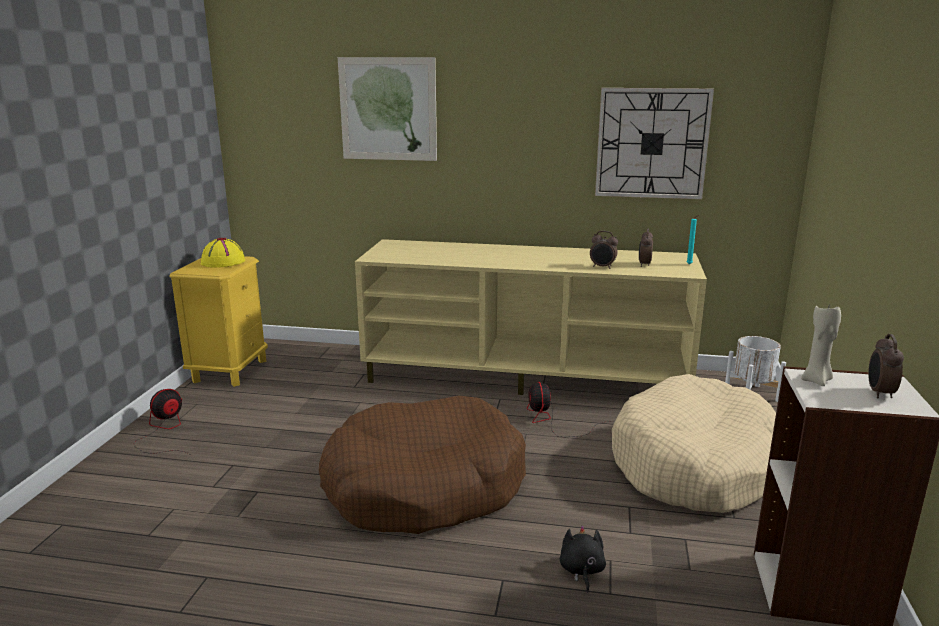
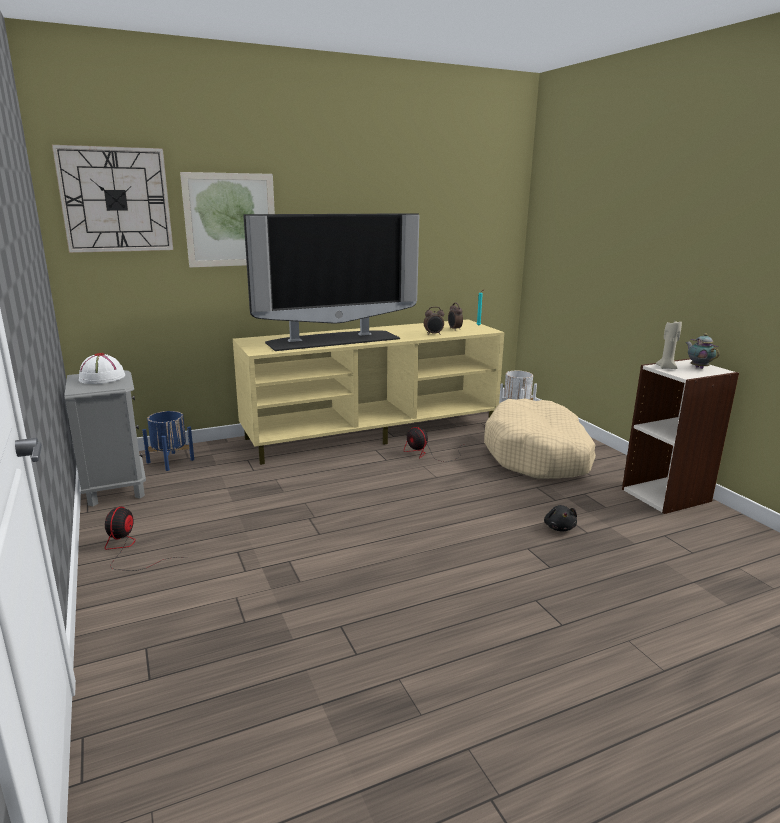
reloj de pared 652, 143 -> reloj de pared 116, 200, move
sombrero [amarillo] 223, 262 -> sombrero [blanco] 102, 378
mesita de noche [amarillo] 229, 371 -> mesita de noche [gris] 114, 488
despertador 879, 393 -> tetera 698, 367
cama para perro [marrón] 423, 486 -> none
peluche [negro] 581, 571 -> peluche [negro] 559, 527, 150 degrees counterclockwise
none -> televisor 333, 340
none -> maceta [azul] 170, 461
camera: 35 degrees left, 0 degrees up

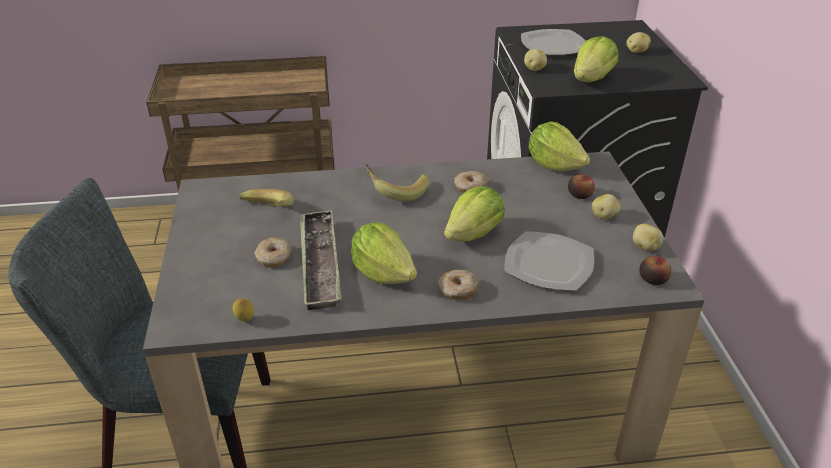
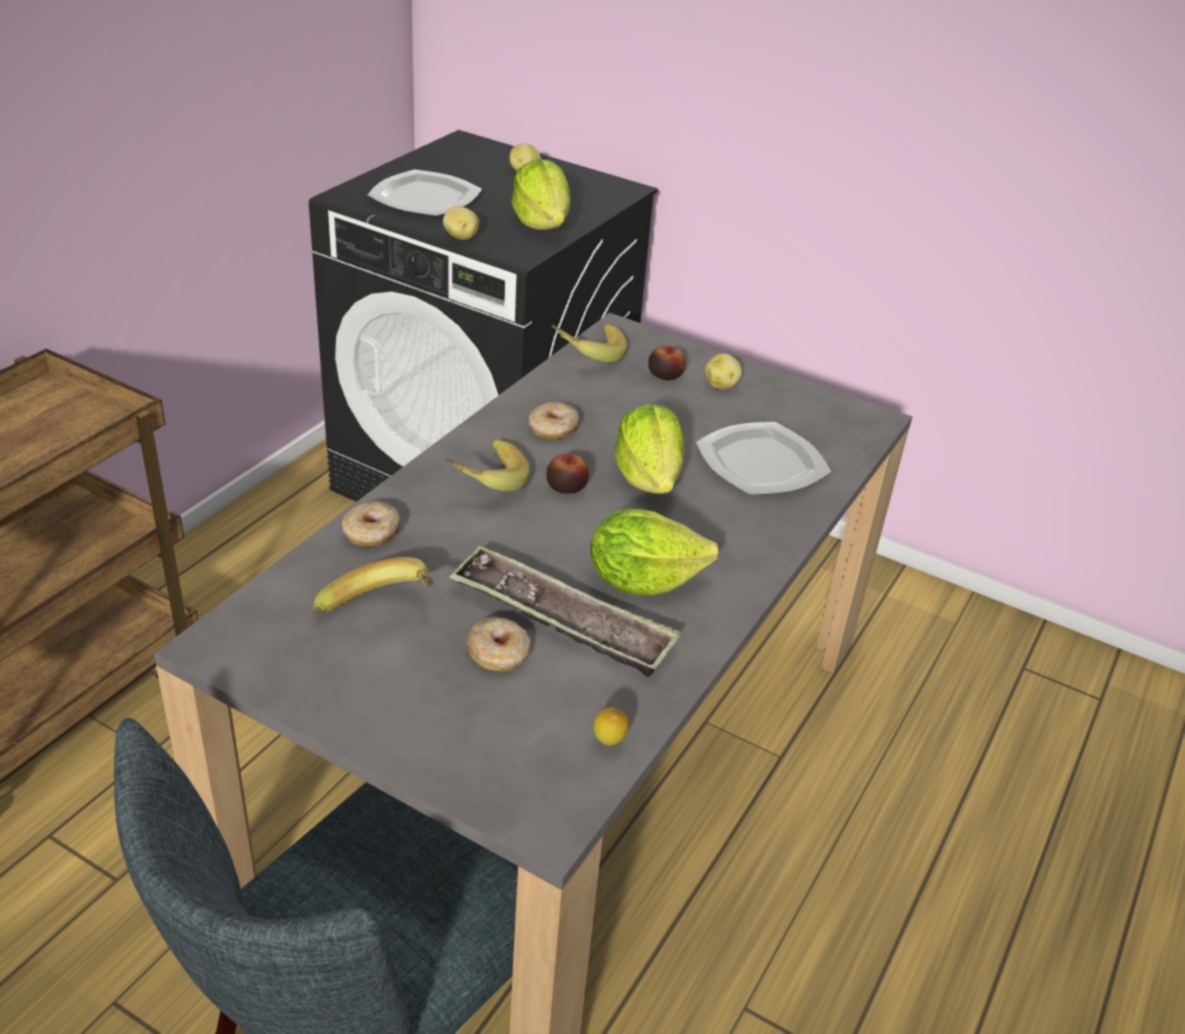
lechuga 554, 164 -> plátano 587, 355
patata 645, 247 -> none
manzana 653, 279 -> manzana 566, 487, move
rosquilla 457, 290 -> rosquilla 372, 533, move
camera: 55 degrees left, 0 degrees up

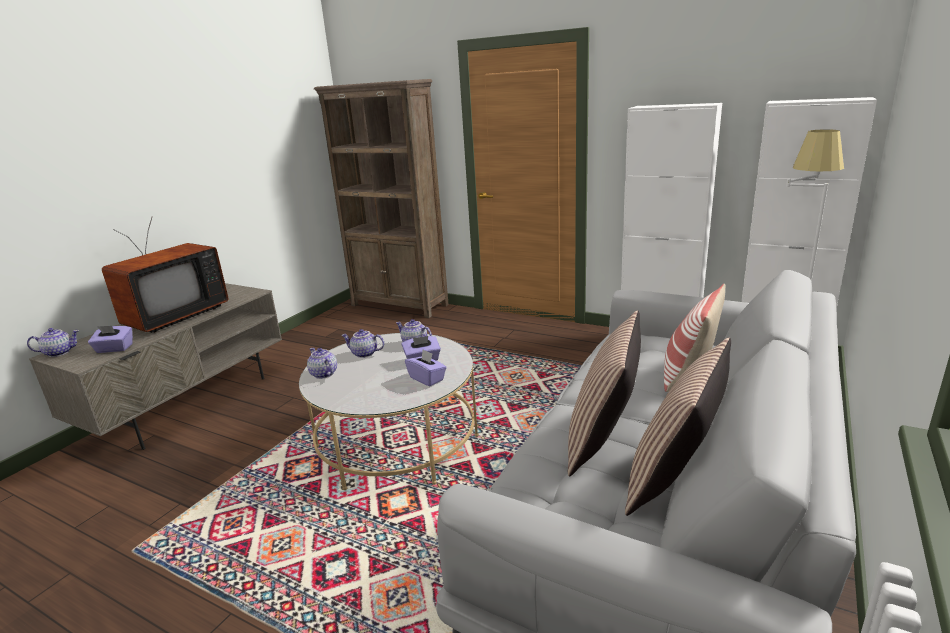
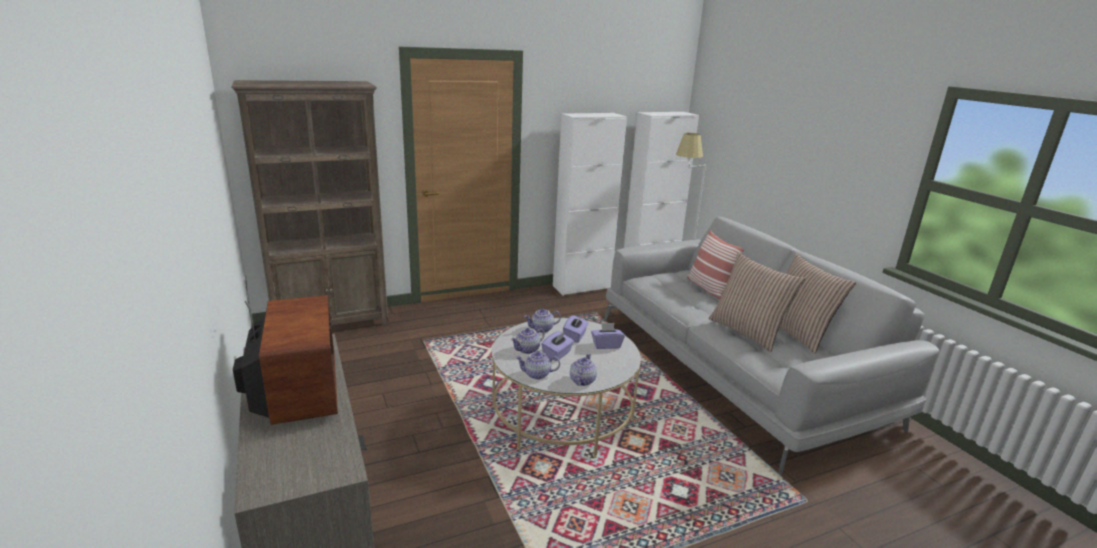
caja de pañuelos [morado] 114, 349 -> caja de pañuelos [morado] 557, 354, move
tetera 59, 352 -> tetera 582, 380, move
camera: 55 degrees left, 0 degrees up

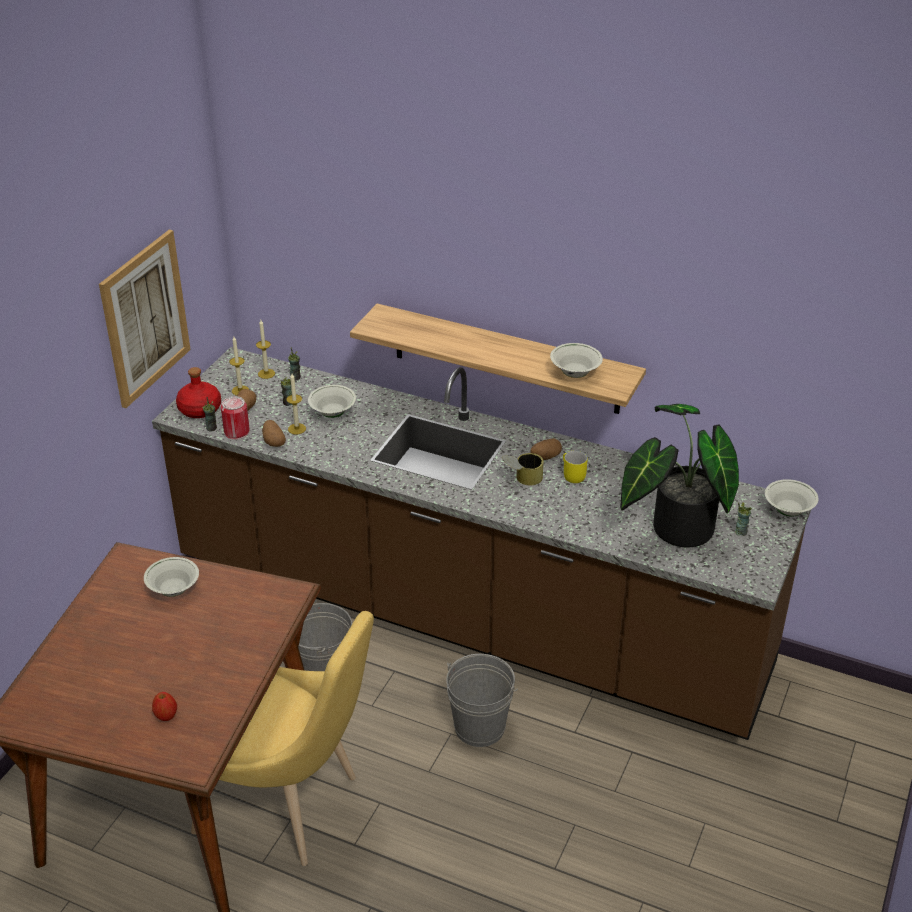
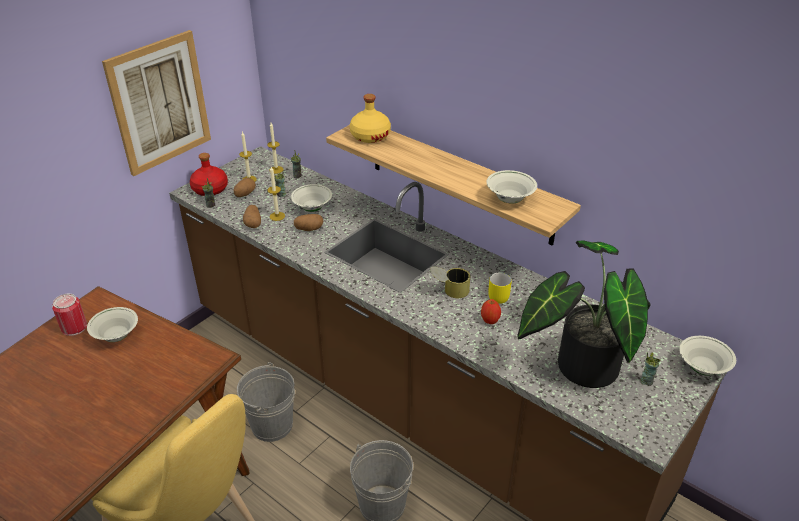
lata 237, 432 -> lata 74, 327, move
patata 545, 457 -> patata 309, 229, move
manzana 166, 715 -> manzana 489, 320, move
none -> botella [amarillo] 370, 136
camera: 15 degrees right, 0 degrees up

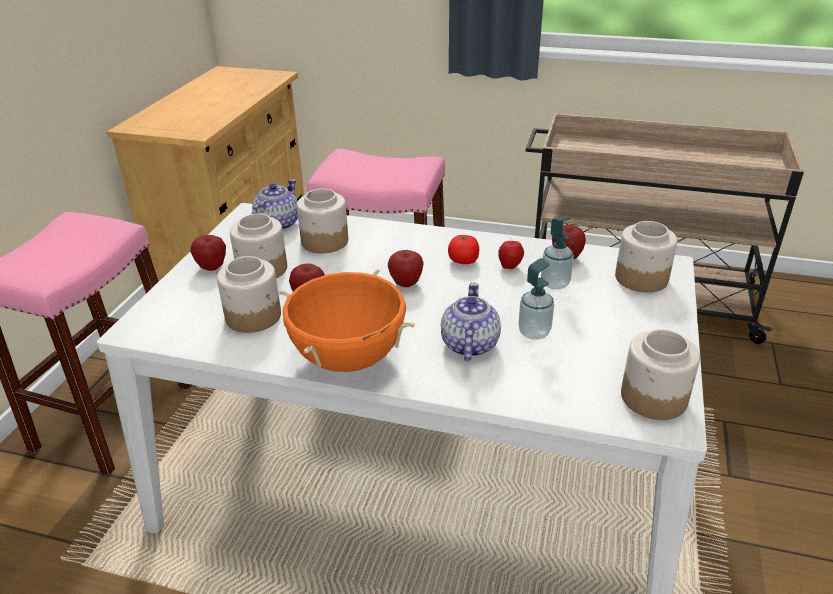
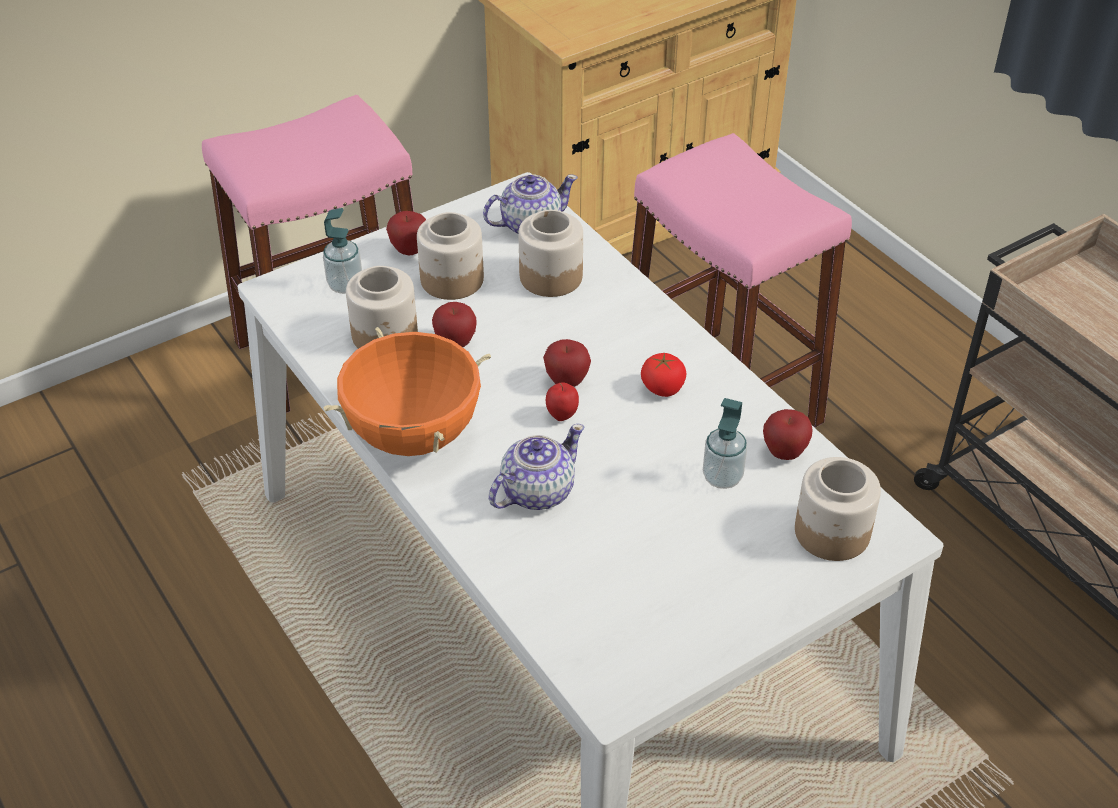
manzana 510, 267 -> manzana 562, 416, move
dispensador de jabón 534, 332 -> dispensador de jabón 345, 285, move
tarro 654, 397 -> none
camera: 40 degrees right, 10 degrees up

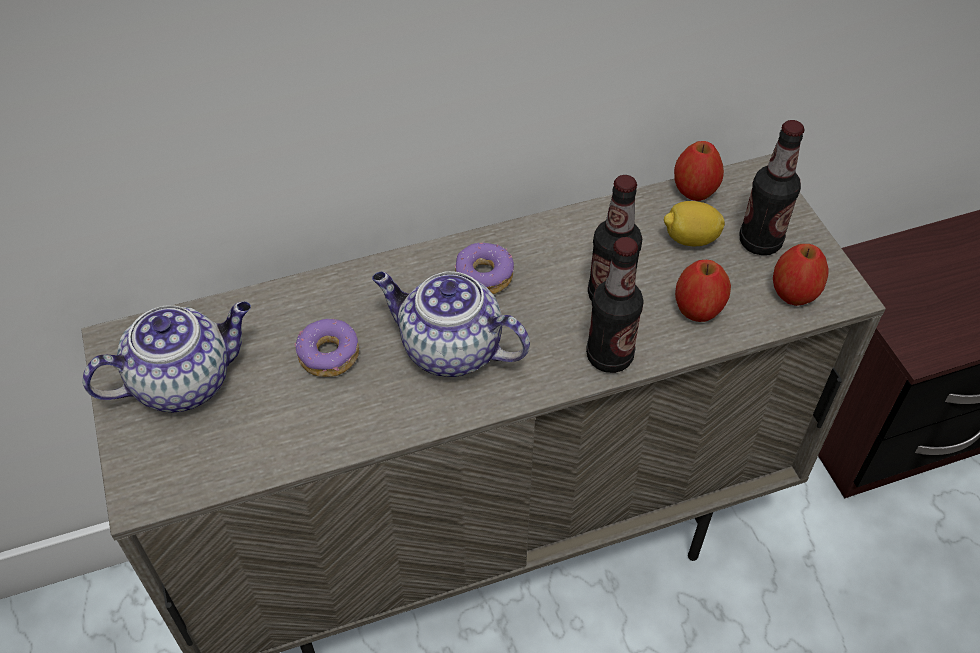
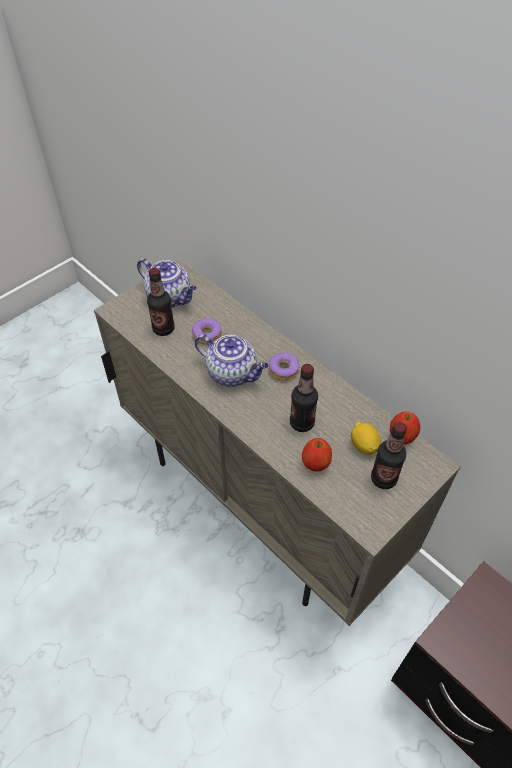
botella 609, 356 -> botella 163, 329, move
manzana 794, 293 -> none
tetera 449, 349 -> tetera 233, 373, 120 degrees clockwise
camera: 65 degrees right, 0 degrees up

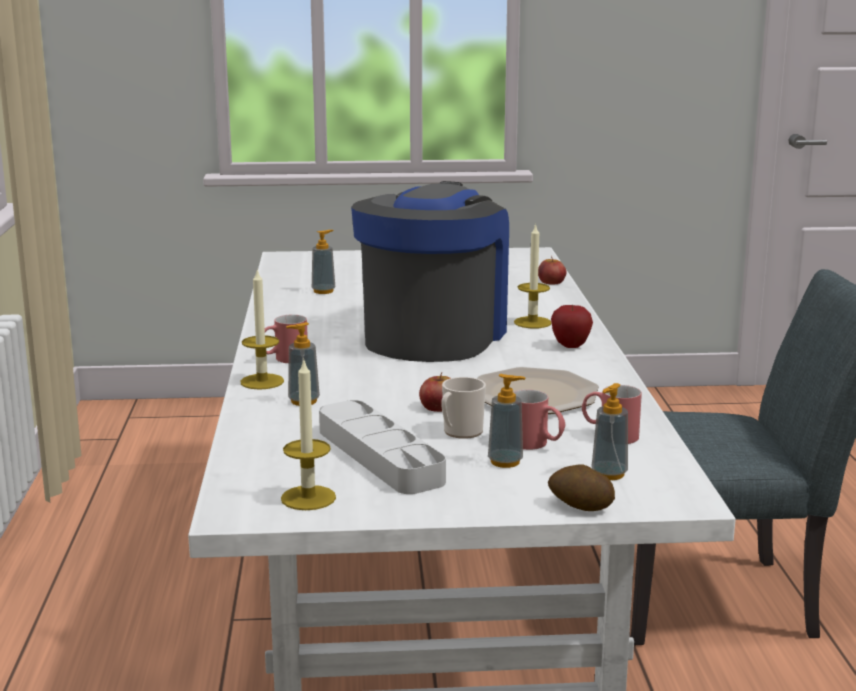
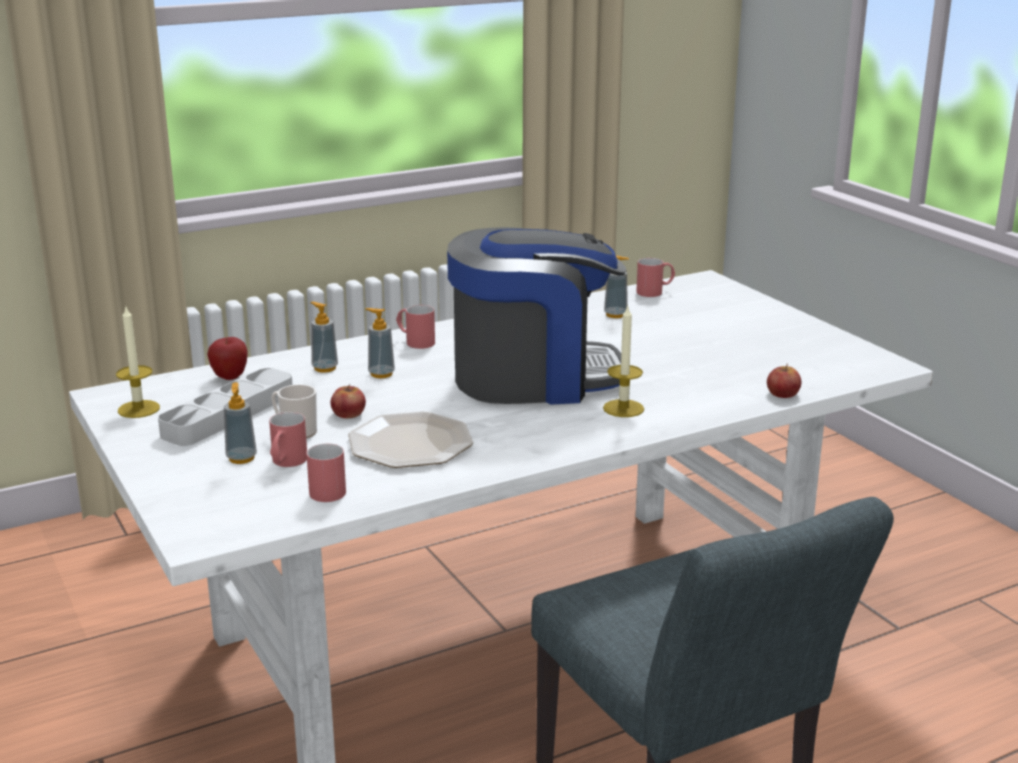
vela 262, 381 -> none
manzana 570, 346 -> manzana 230, 377, move
dispensador de jabón 609, 474 -> dispensador de jabón 381, 374, move
patata 580, 506 -> none
none -> taza grande [rojo] 655, 292
camera: 65 degrees right, 5 degrees up

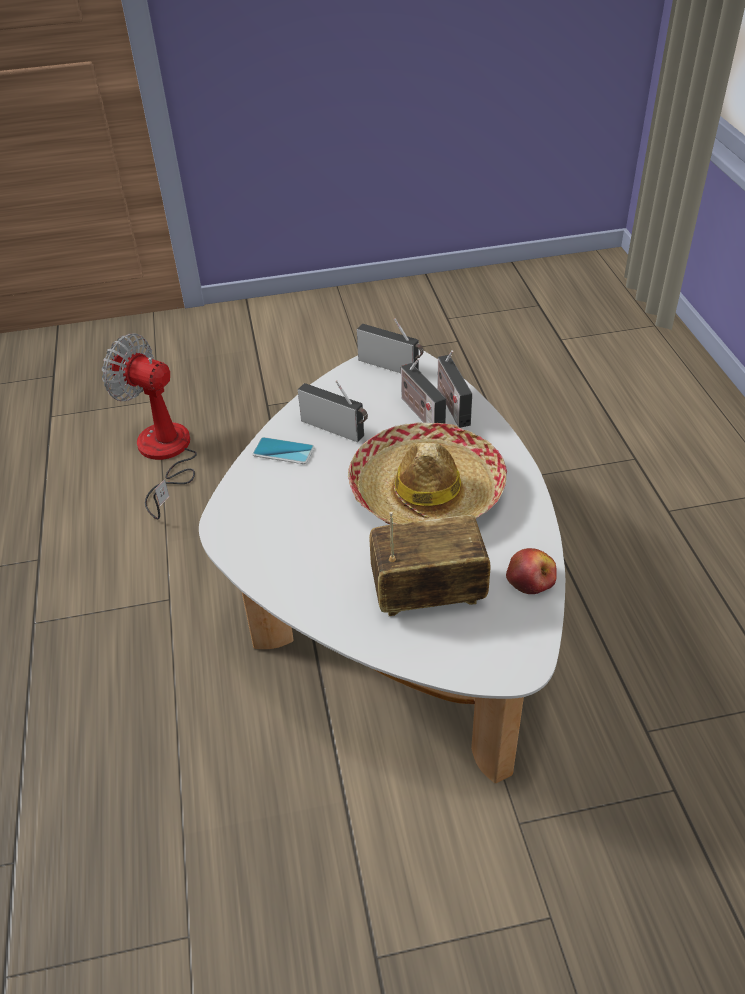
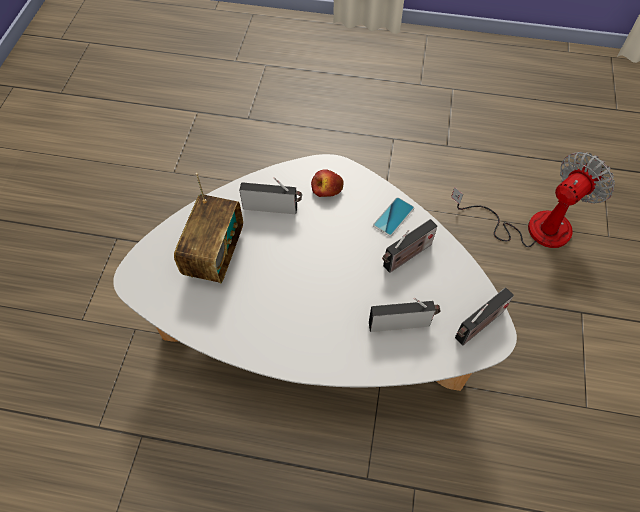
radio 451, 404 -> radio 273, 207, move
sombrero 426, 491 -> none
manzana 531, 578 -> manzana 327, 189, move
camera: 110 degrees right, 15 degrees up

